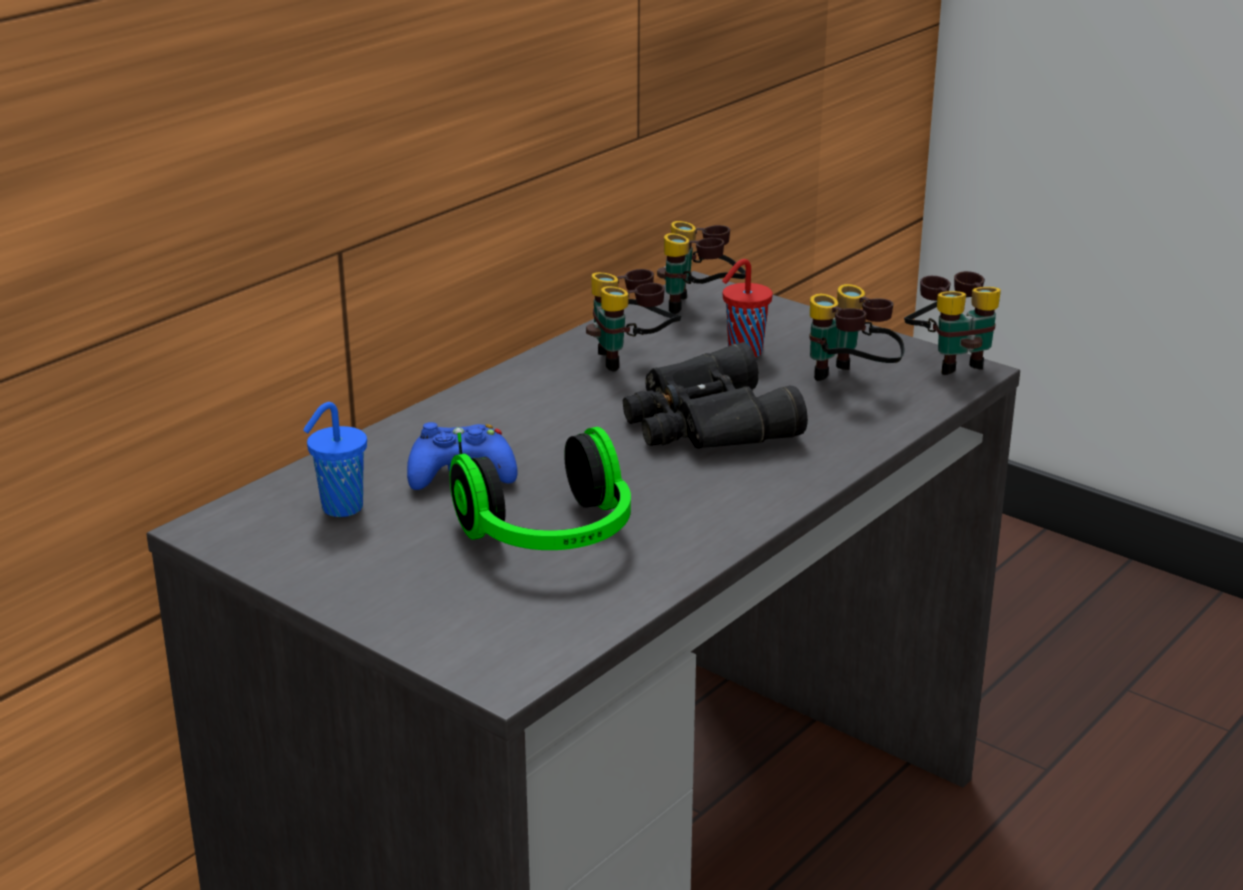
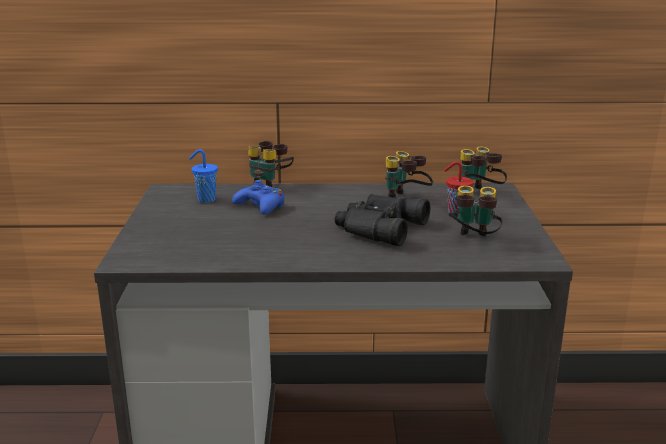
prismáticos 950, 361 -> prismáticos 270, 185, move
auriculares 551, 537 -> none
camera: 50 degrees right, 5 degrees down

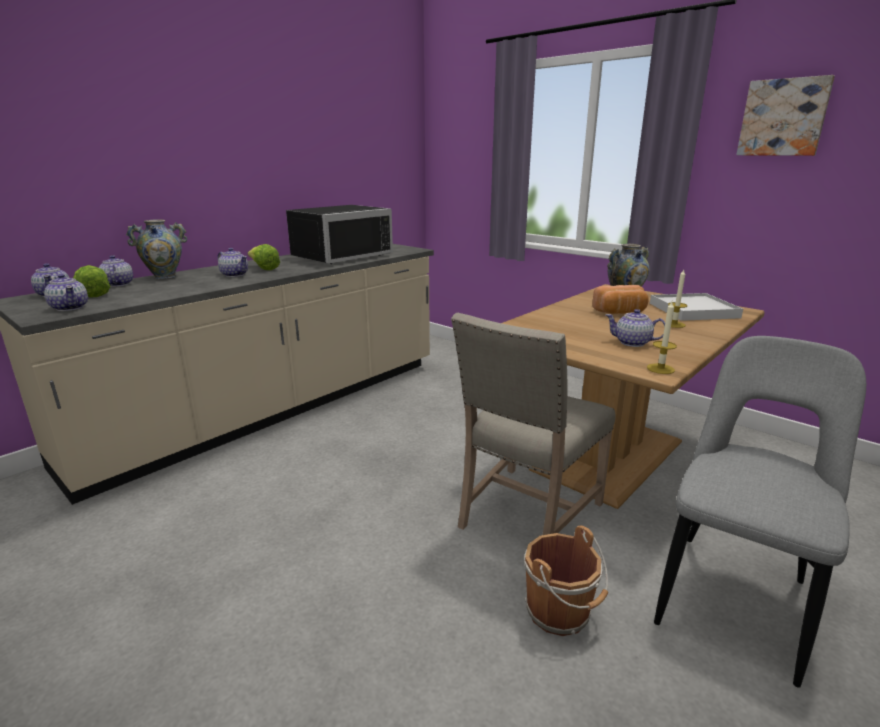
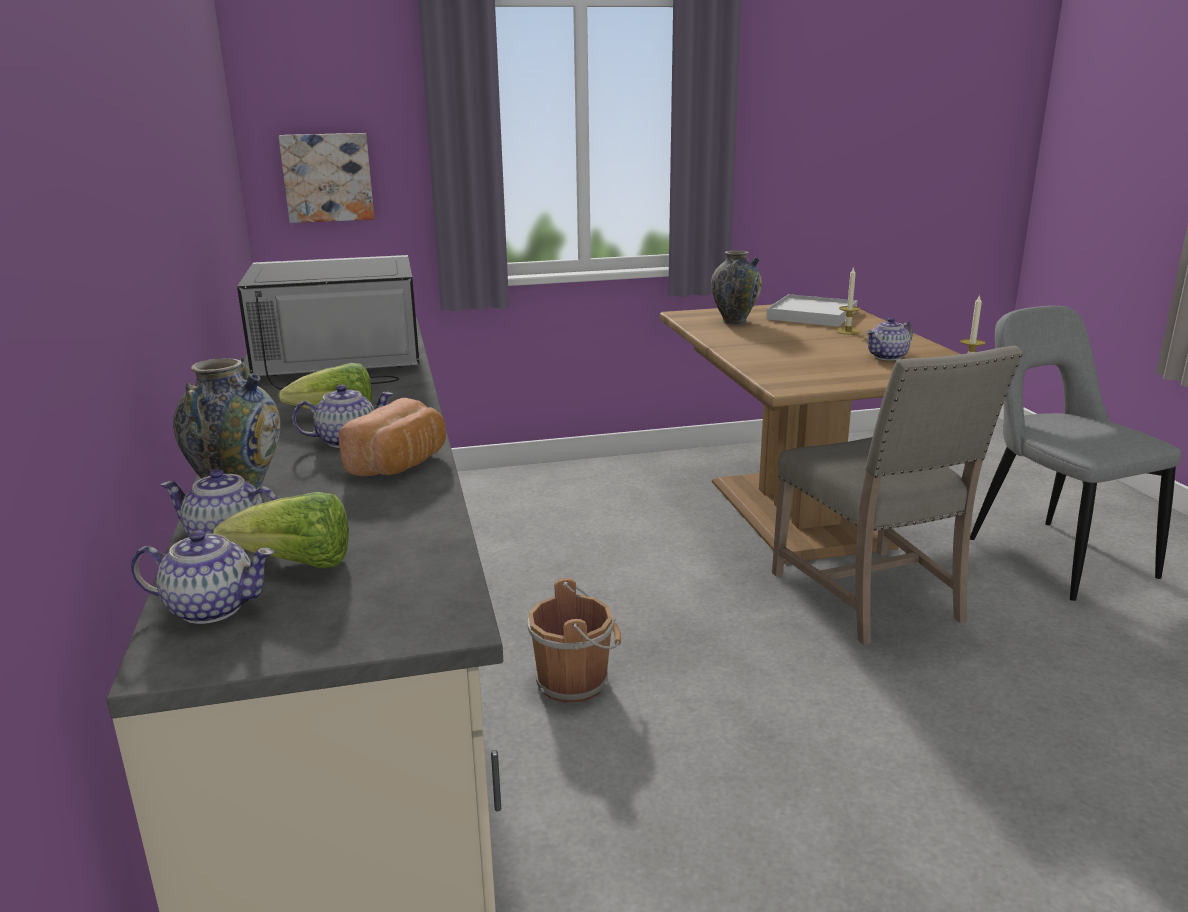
cuadro 783, 118 -> cuadro 327, 177, move
microondas [negro] 338, 256 -> microondas [negro] 337, 363, 90 degrees counterclockwise
tetera 70, 307 -> none
pan 620, 312 -> pan 401, 464, move
cubo [marrón] 560, 612 -> cubo [marrón] 575, 681, move
camera: 55 degrees left, 0 degrees up

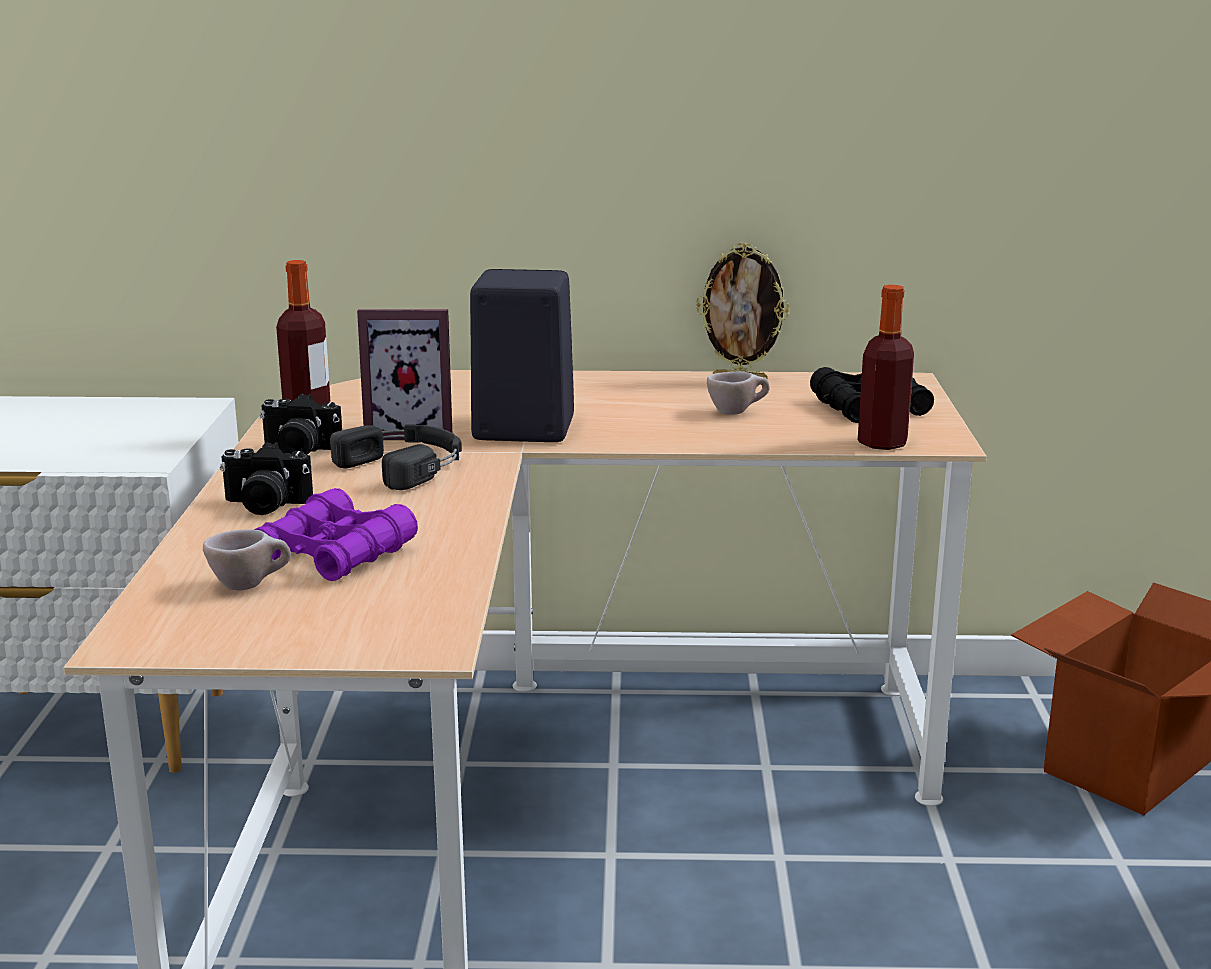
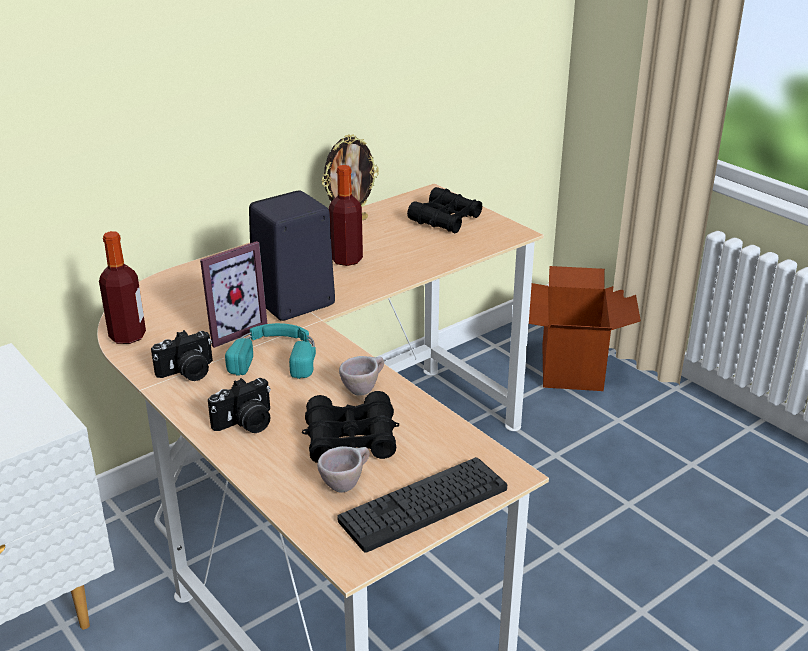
botella 882, 443 -> botella 346, 260, move
taza [beis] 737, 412 -> taza [beis] 364, 389, move
auriculares [negro] 406, 466 -> auriculares [turquesa] 275, 357
prismáticos [morado] 334, 553 -> prismáticos [negro] 351, 439
none -> teclado 424, 504
camera: 40 degrees left, 10 degrees up

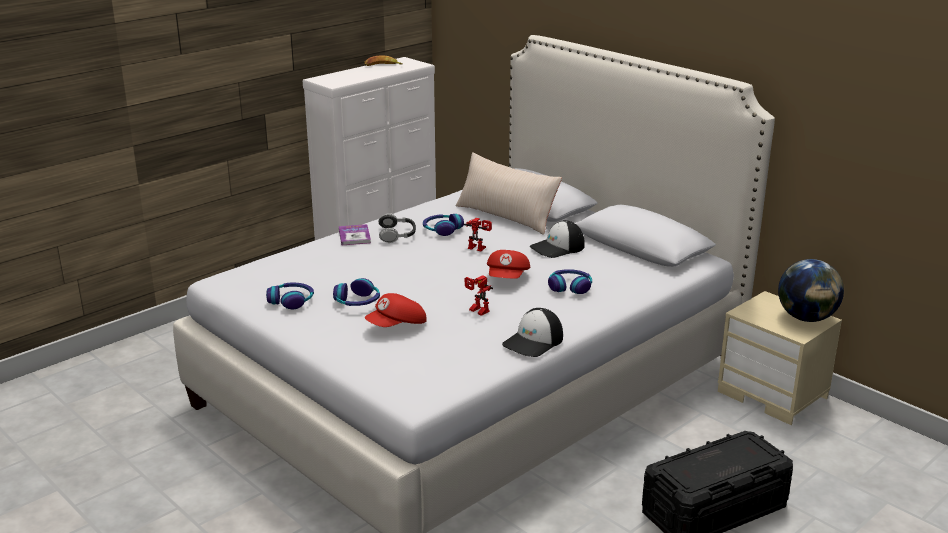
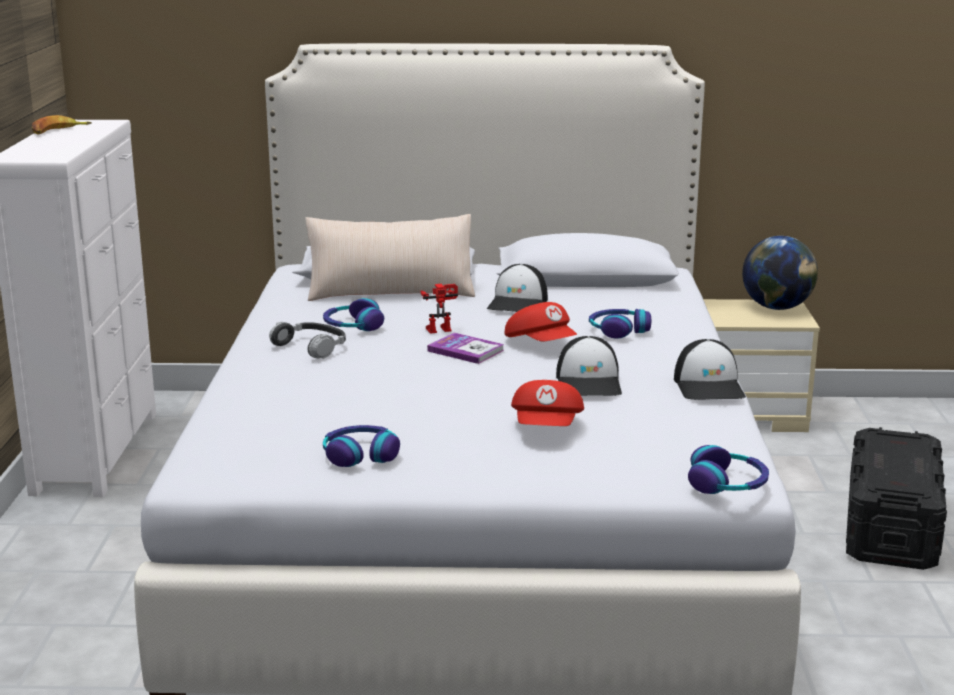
libro 354, 236 -> libro 466, 350, move
robot de juguete 476, 311 -> gorra 589, 383
auriculares 357, 301 -> auriculares 727, 484, move
camera: 45 degrees left, 5 degrees down

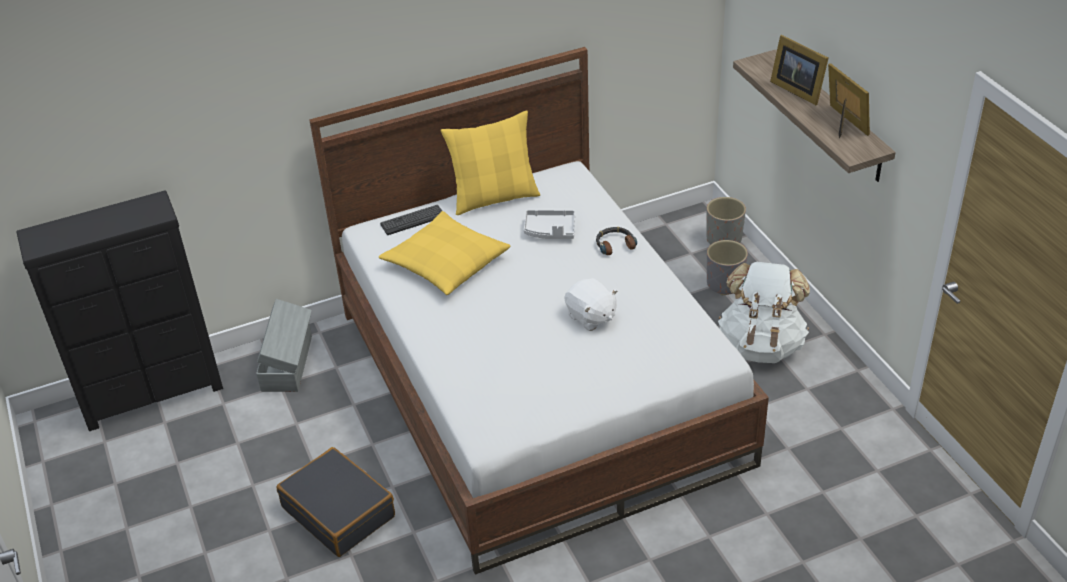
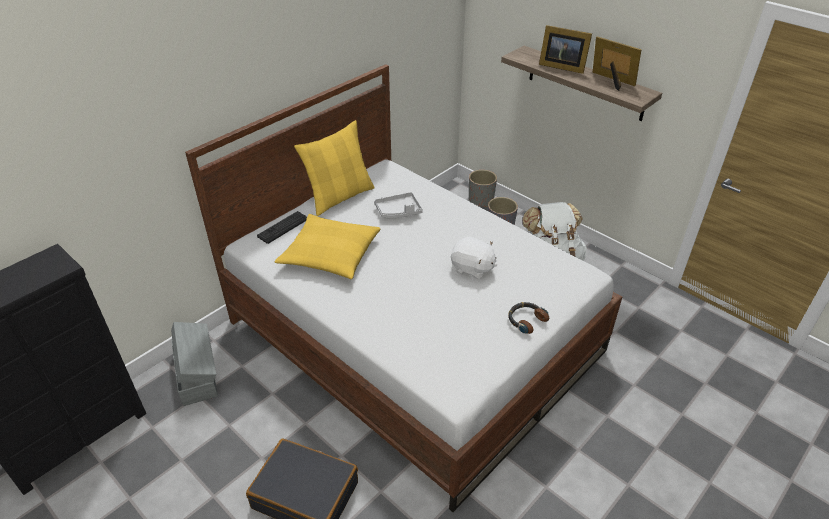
auriculares 615, 244 -> auriculares 526, 320, move
camera: 25 degrees left, 0 degrees up

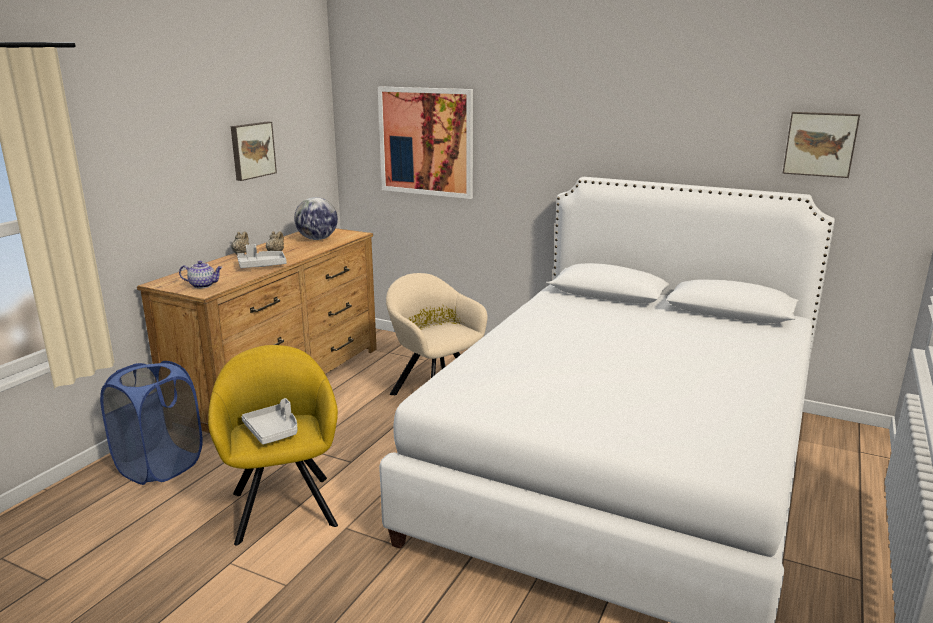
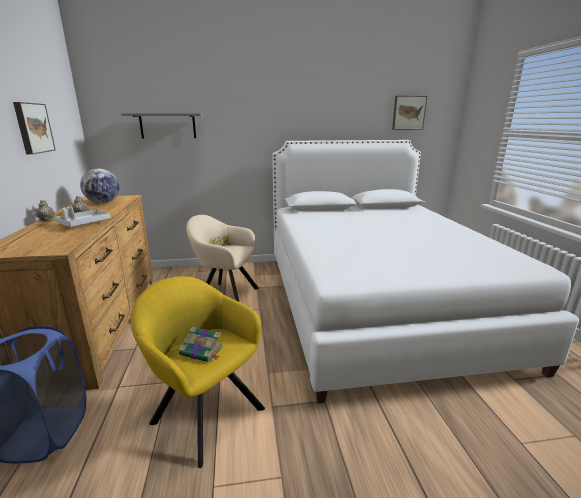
cuadro 426, 141 -> estante [gris] 168, 126
tetera 203, 285 -> none
bandeja [gris] 273, 431 -> libro 202, 351
camera: 35 degrees left, 0 degrees up

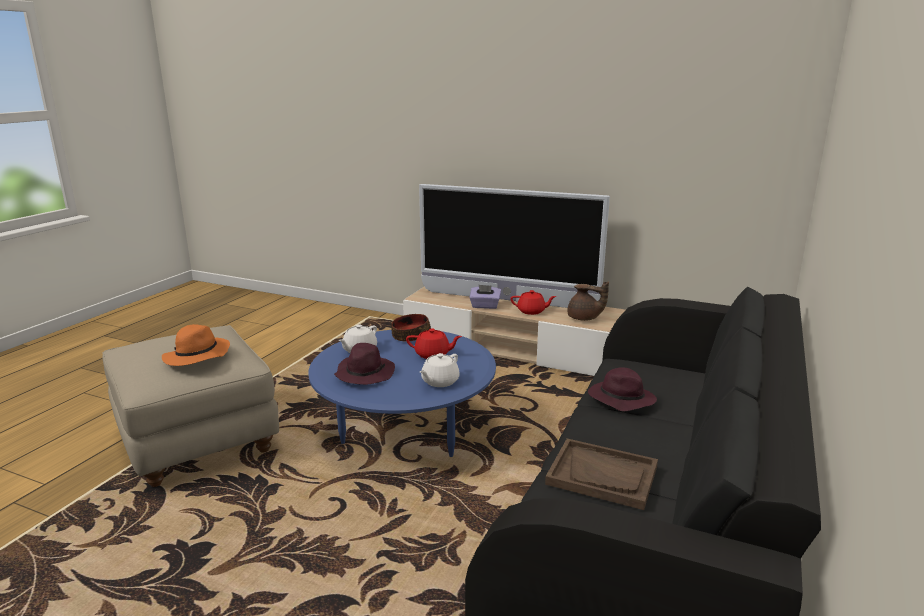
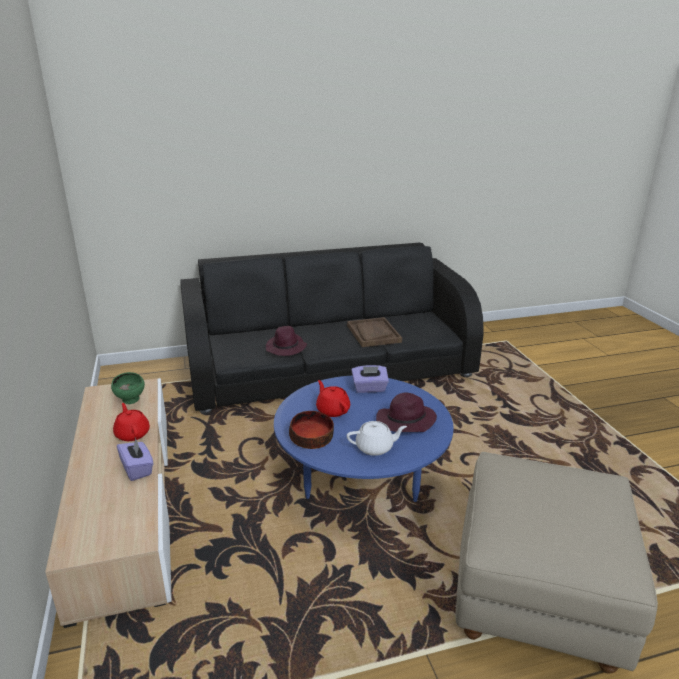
televisor 507, 300 -> none
tetera [marrón] 584, 318 -> cuenco [verde] 131, 401
sombrero [naranja] 196, 356 -> none
tetera [blanco] 439, 382 -> caja de pañuelos [morado] 369, 388
camera: 130 degrees left, 5 degrees up

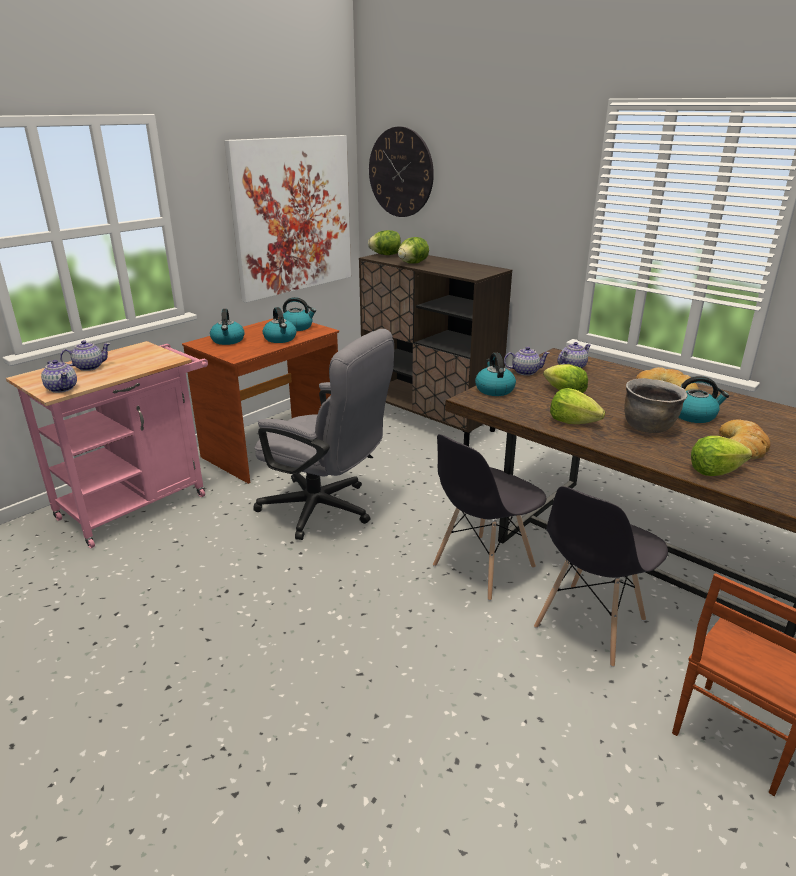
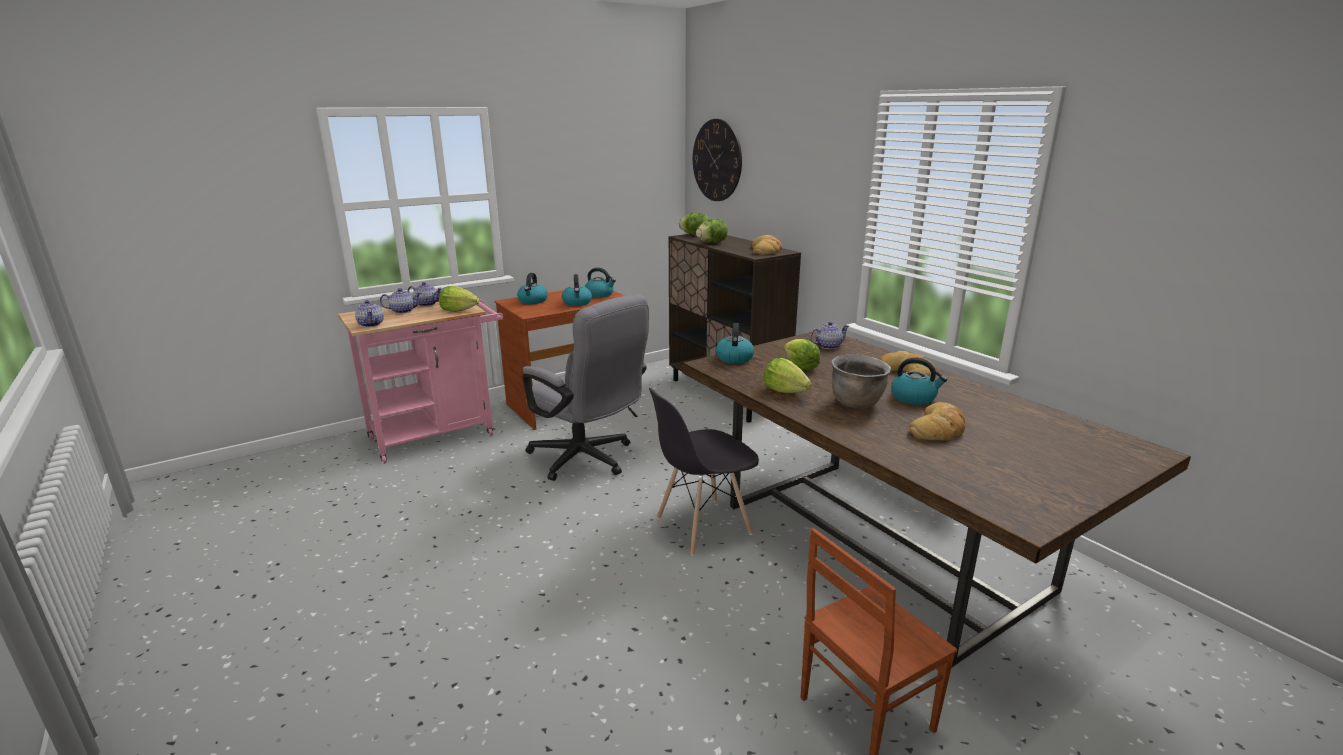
cuadro 292, 216 -> none
tetera 525, 372 -> tetera 426, 304, move
lechuga 714, 471 -> lechuga 458, 310, move
silla [gris] 589, 624 -> none
none -> pan 766, 250
camera: 15 degrees right, 5 degrees down

